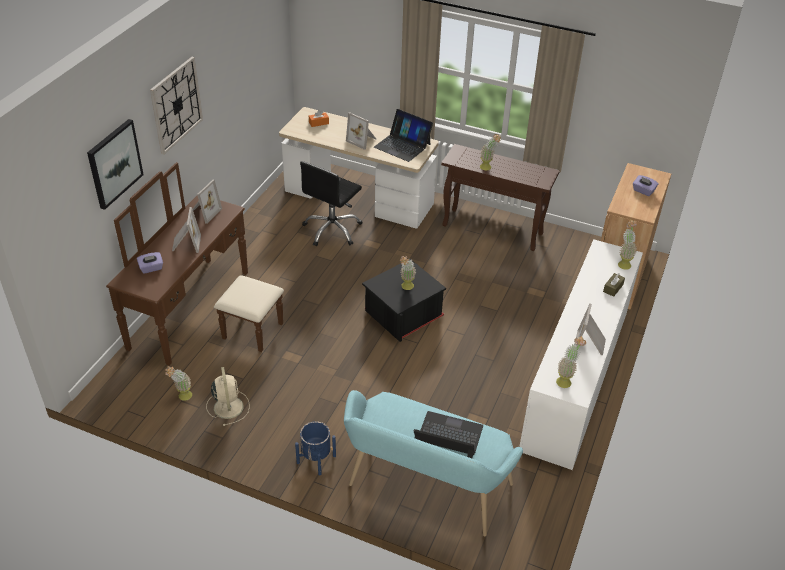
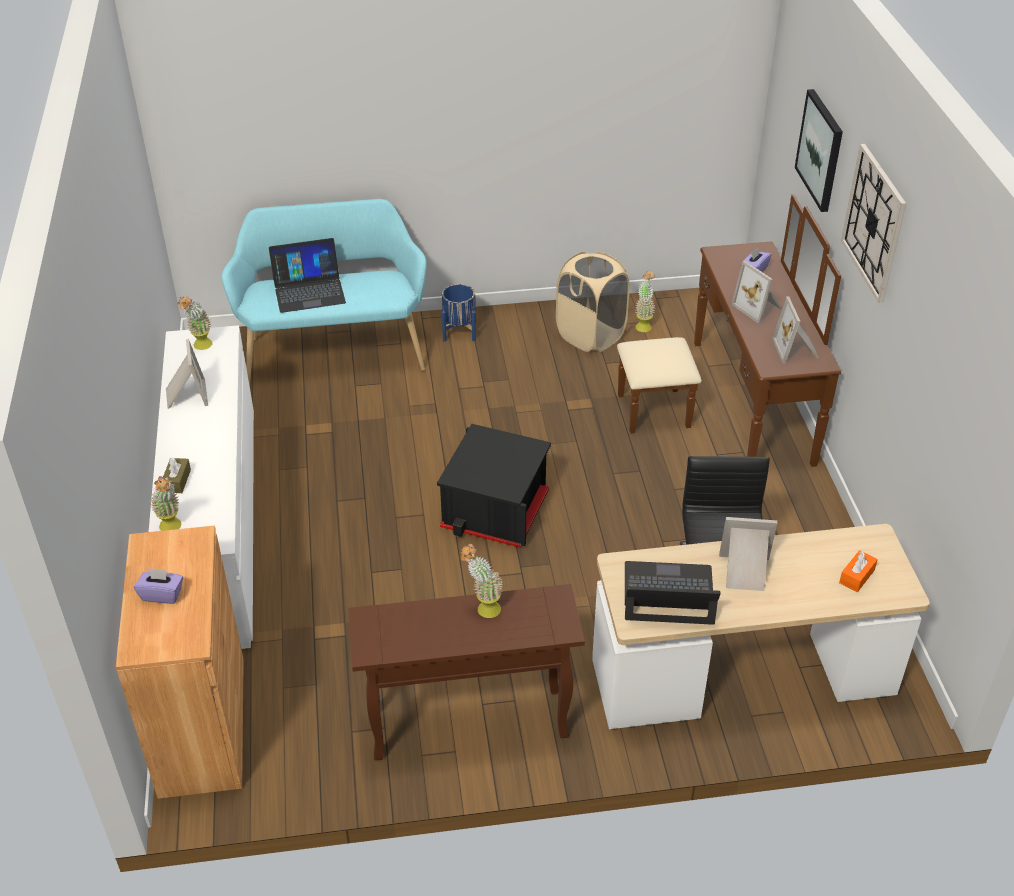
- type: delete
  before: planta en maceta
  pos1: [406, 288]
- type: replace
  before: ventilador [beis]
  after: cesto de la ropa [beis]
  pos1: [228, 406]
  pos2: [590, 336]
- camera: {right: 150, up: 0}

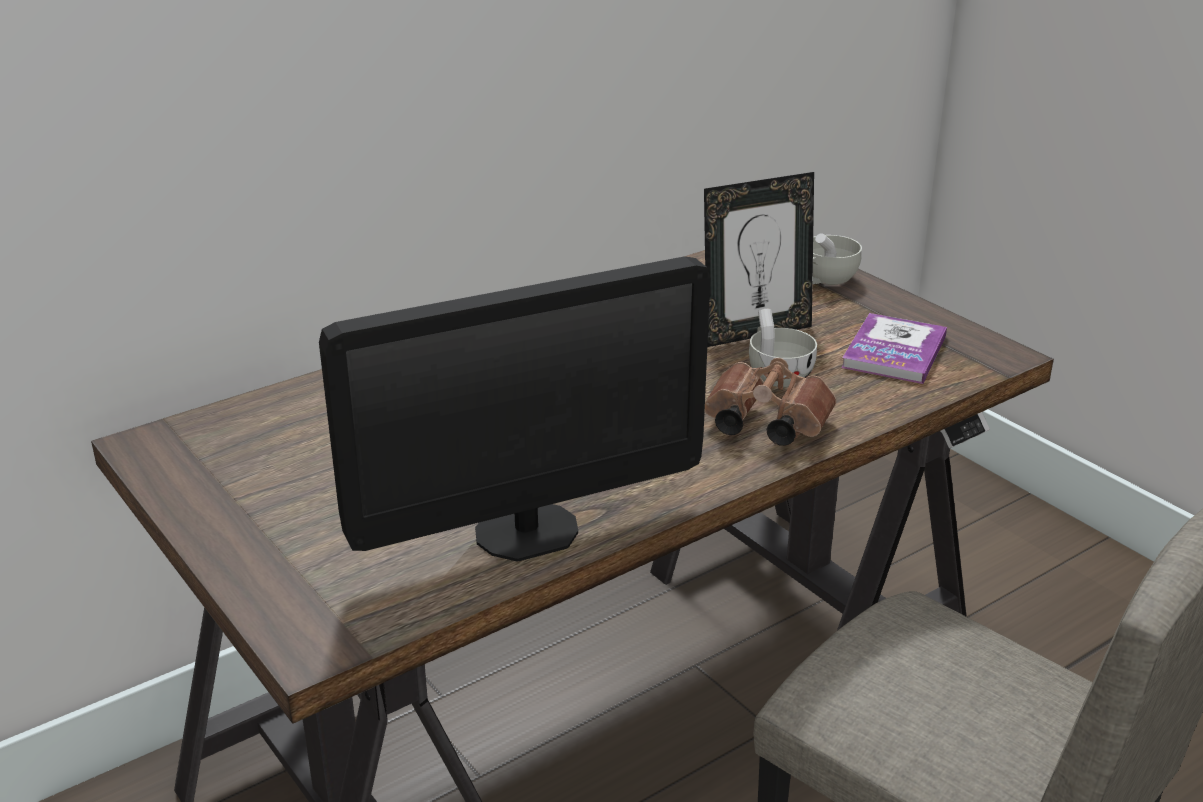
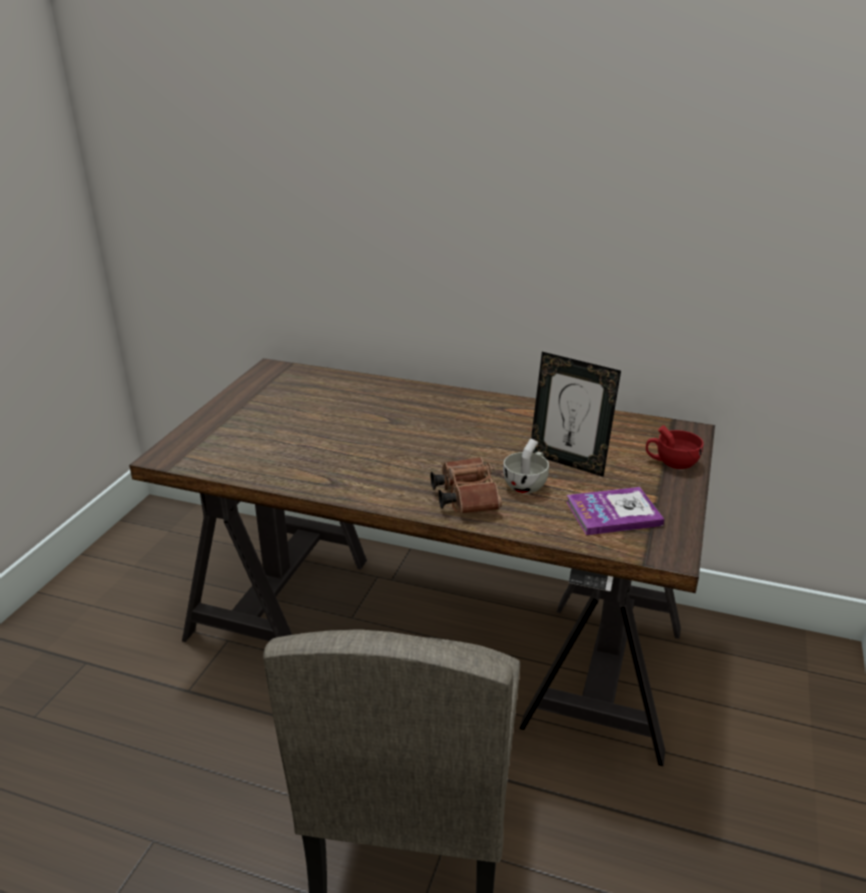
- type: delete
  before: monitor
  pos1: [526, 531]
- type: recolor
  before: taza [blanco]
  after: taza [rojo]
  pos1: [825, 281]
  pos2: [671, 462]
- camera: {right: 55, up: 0}

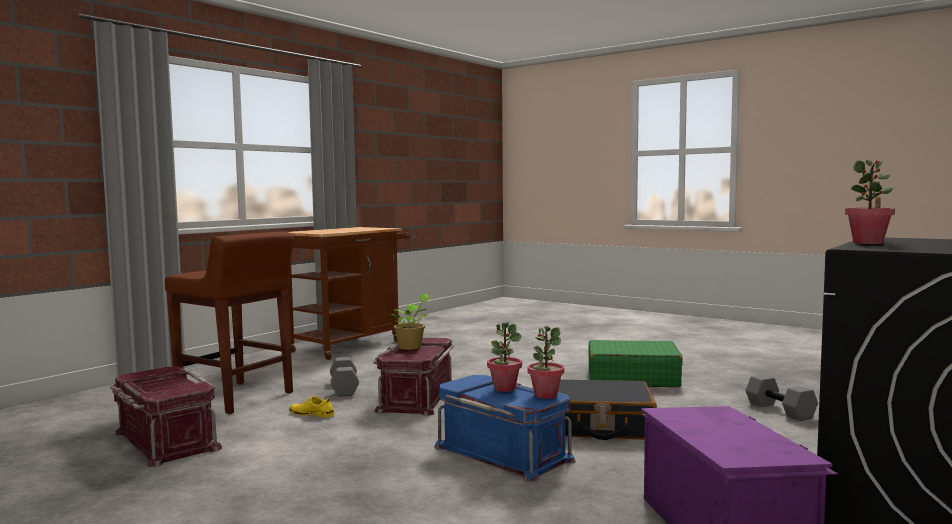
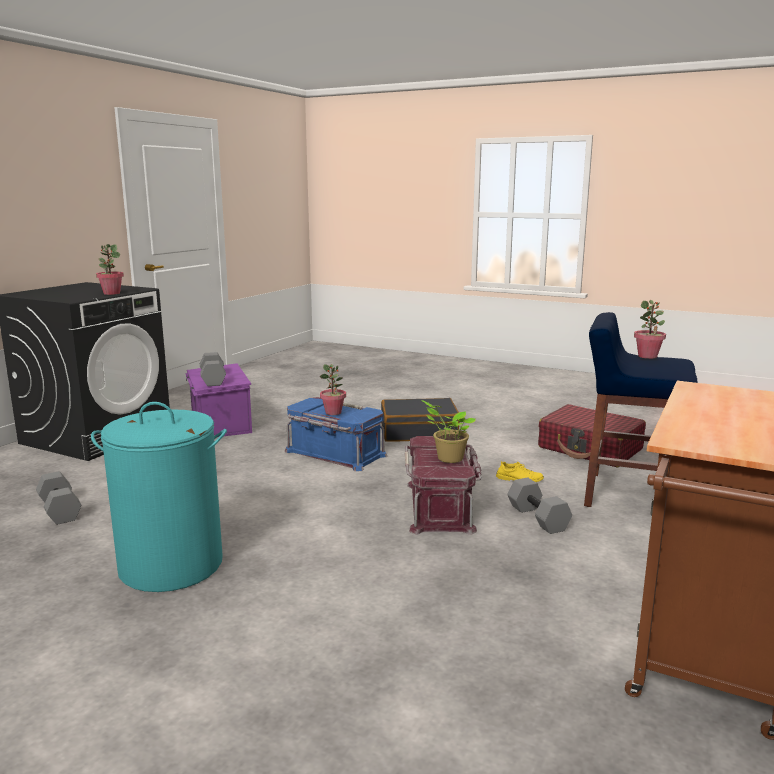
- type: insert
  after: mancuerna [gris]
  pos2: [214, 379]
- type: move
  before: planta en maceta
  pos1: [545, 395]
  pos2: [647, 356]
- type: move
  before: maleta [negro]
  pos1: [600, 426]
  pos2: [419, 431]
- type: replace
  before: caja de almacenaje [rojo]
  after: maleta [rojo]
  pos1: [164, 441]
  pos2: [590, 449]
- type: replace
  before: maleta [verde]
  after: cesto de la ropa [turquesa]
  pos1: [632, 378]
  pos2: [171, 565]
- type: recolor
  before: taburete [marrón]
  after: taburete [azul]
  pos1: [236, 398]
  pos2: [628, 495]
- camera: {right: 170, up: 10}

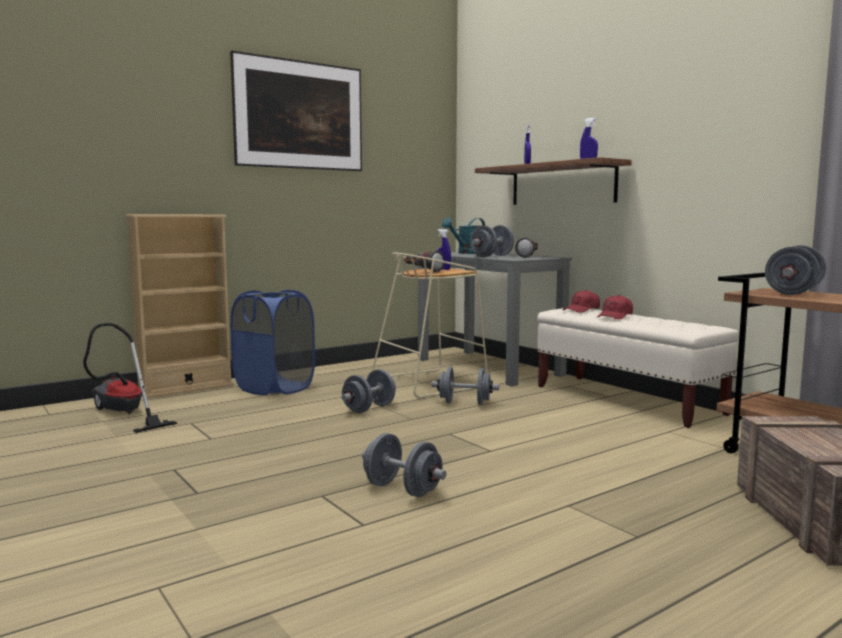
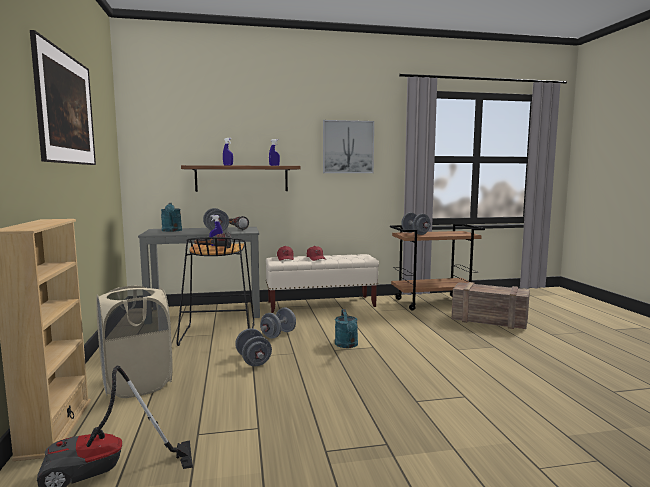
- type: delete
  before: mancuerna [gris]
  pos1: [402, 489]
- type: insert
  after: cuadro
  pos2: [348, 147]
- type: insert
  after: regadera [turquesa]
  pos2: [347, 345]
- type: recolor
  before: cesto de la ropa [azul]
  after: cesto de la ropa [beis]
  pos1: [275, 388]
  pos2: [137, 384]
- type: recolor
  before: taburete [beis]
  after: taburete [negro]
  pos1: [429, 383]
  pos2: [217, 333]
- camera: {right: -65, up: 0}

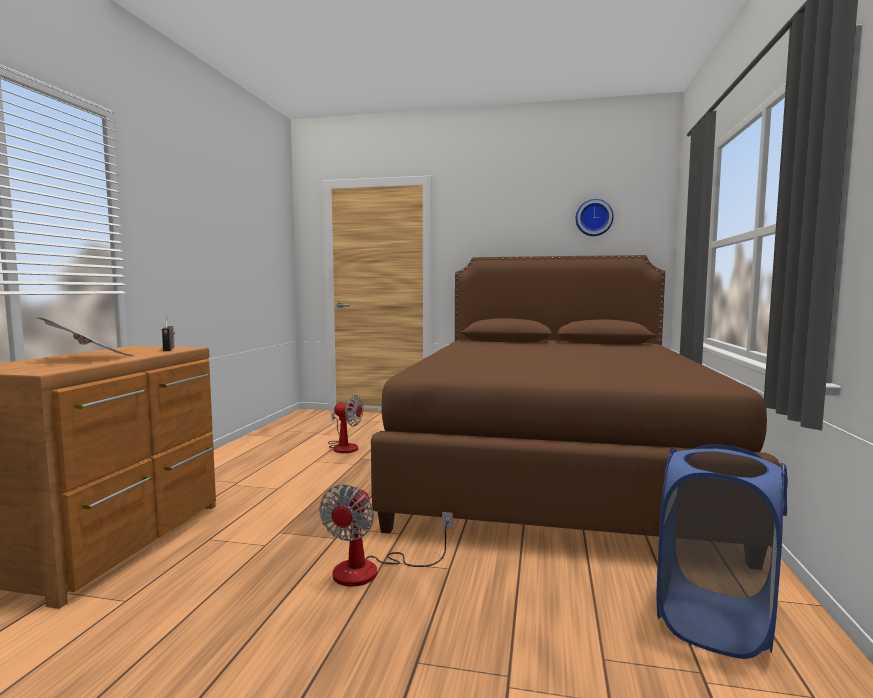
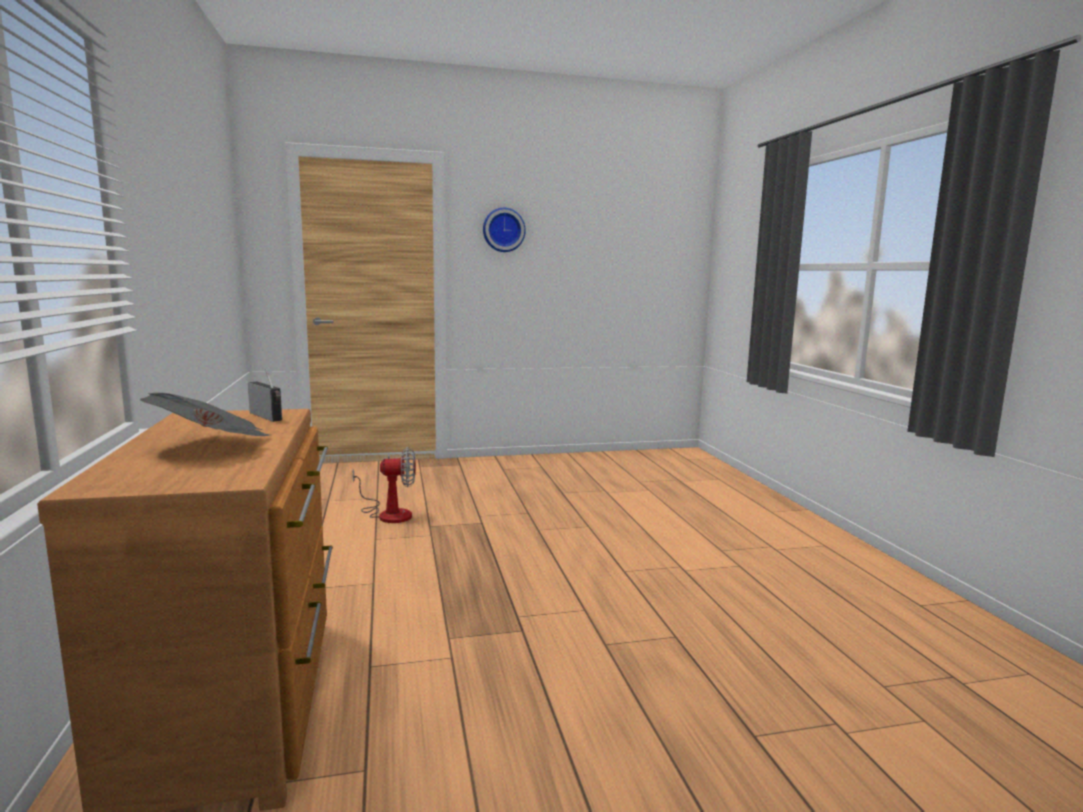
- type: delete
  before: ventilador
  pos1: [372, 570]
- type: delete
  before: cama [marrón]
  pos1: [553, 465]
- type: delete
  before: cesto de la ropa [azul]
  pos1: [714, 621]
- type: move
  before: reloj de pared
  pos1: [594, 218]
  pos2: [503, 230]
- camera: {right: -25, up: 5}

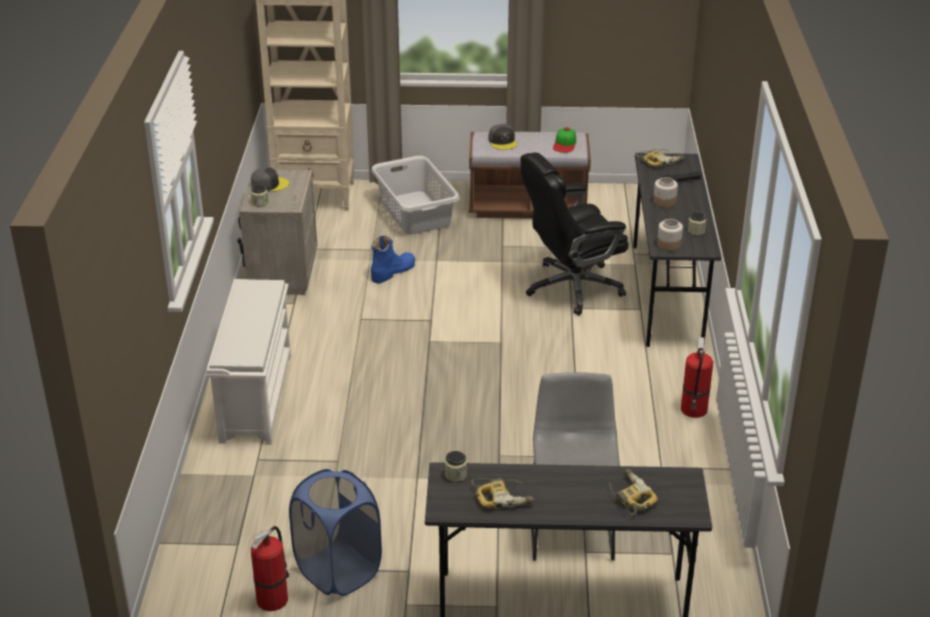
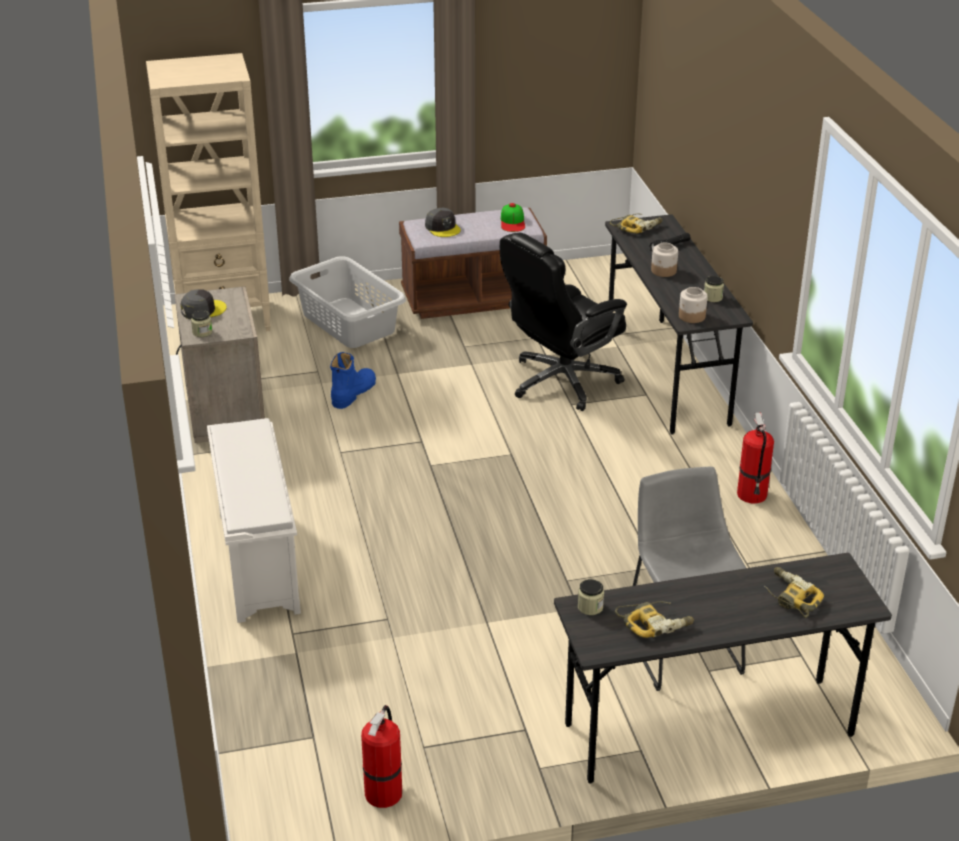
- type: delete
  before: cesto de la ropa [azul]
  pos1: [338, 571]
- camera: {right: -15, up: 0}

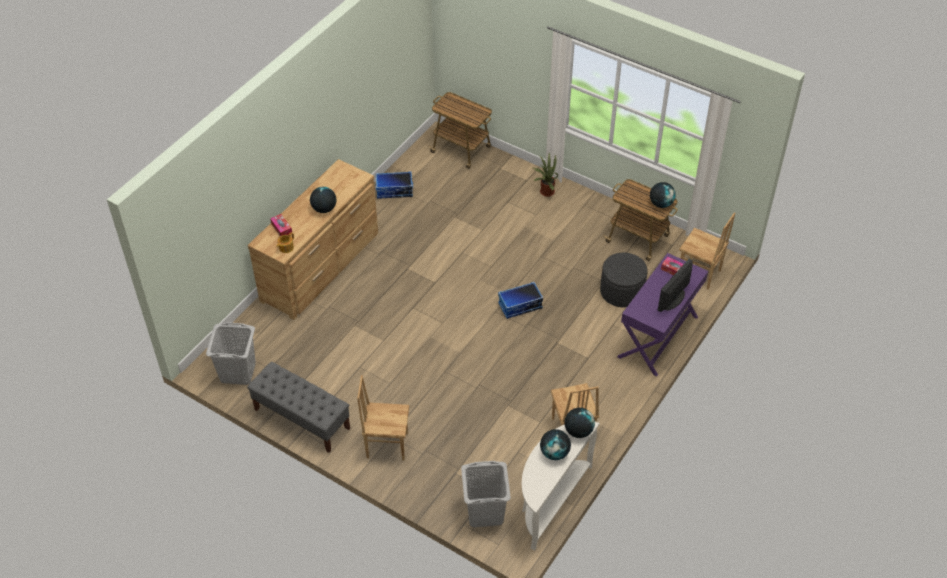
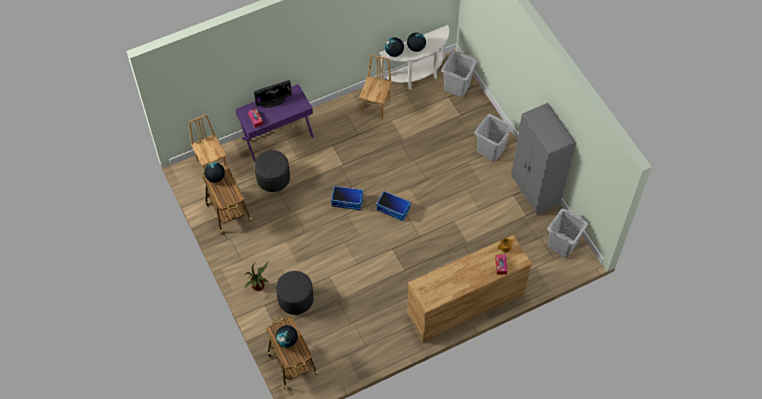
- type: insert
  after: puf [gris]
  pos2: [295, 299]
- type: move
  before: globo terráqueo
  pos1: [324, 209]
  pos2: [287, 340]
- type: move
  before: caja de almacenaje
  pos1: [394, 191]
  pos2: [393, 209]
- type: replace
  before: banco [gris]
  after: armario ropero [gris]
  pos1: [301, 419]
  pos2: [535, 191]
- type: replace
  before: silla [marrón]
  after: cesto de la ropa [gris]
  pos1: [387, 444]
  pos2: [490, 150]
- camera: {right: -150, up: 10}

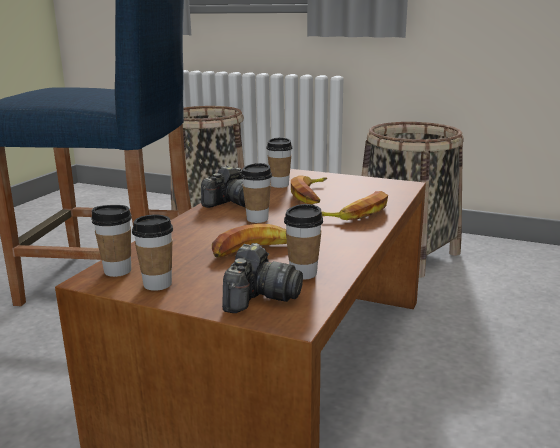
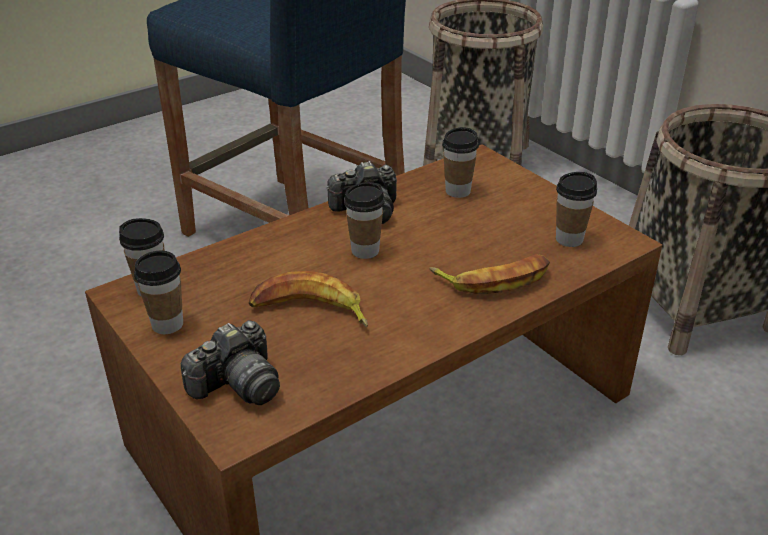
- type: delete
  before: plátano
  pos1: [311, 195]
- type: move
  before: taza
  pos1: [303, 273]
  pos2: [569, 239]
- camera: {right: 30, up: 15}

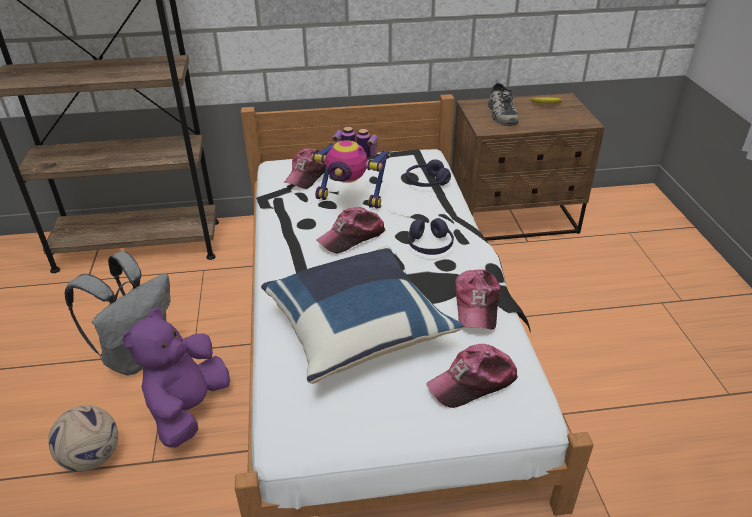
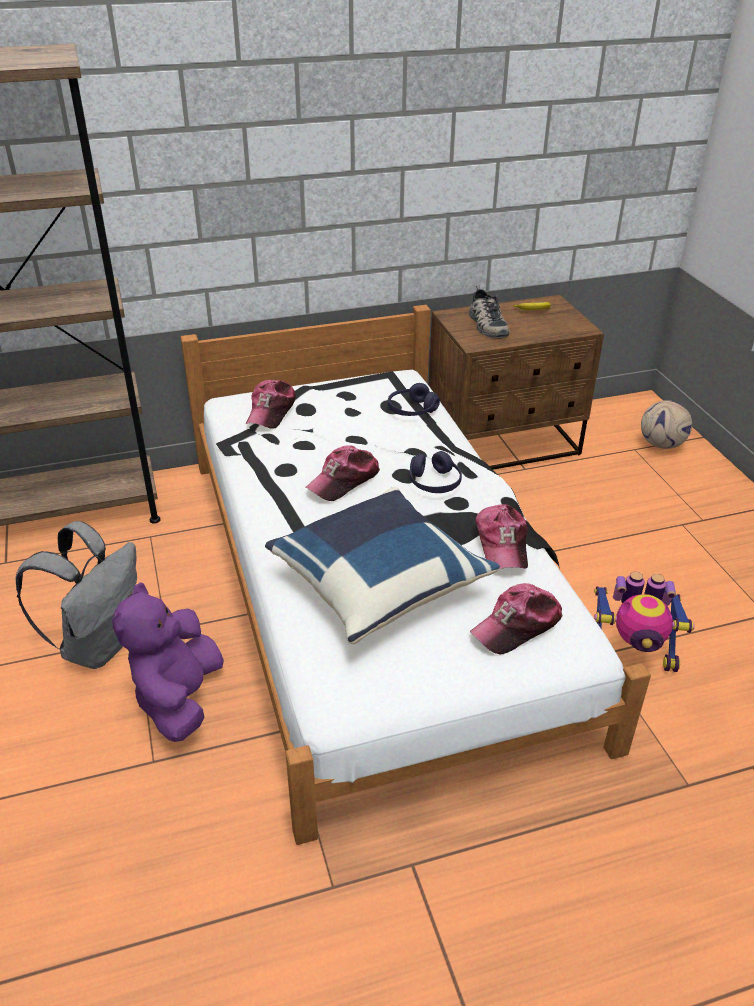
- type: move
  before: balón de fútbol
  pos1: [92, 458]
  pos2: [662, 445]
- type: move
  before: robot de juguete
  pos1: [351, 198]
  pos2: [632, 656]
- camera: {right: -10, up: 0}

